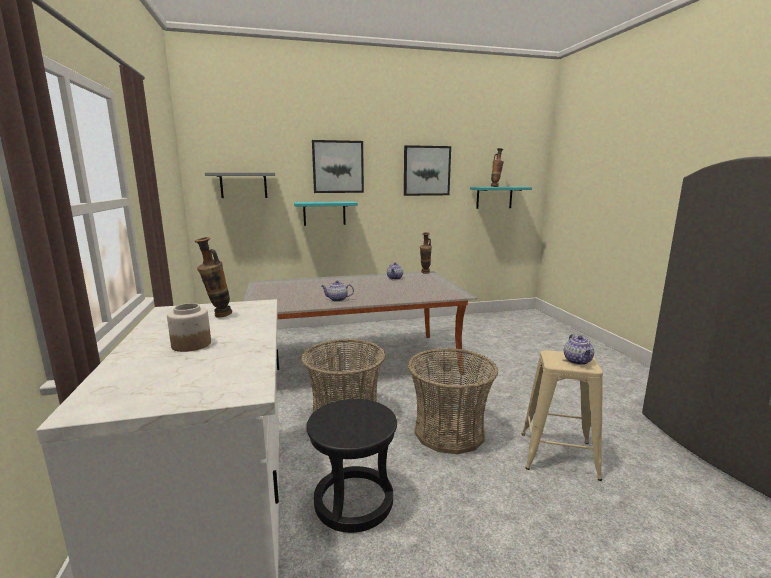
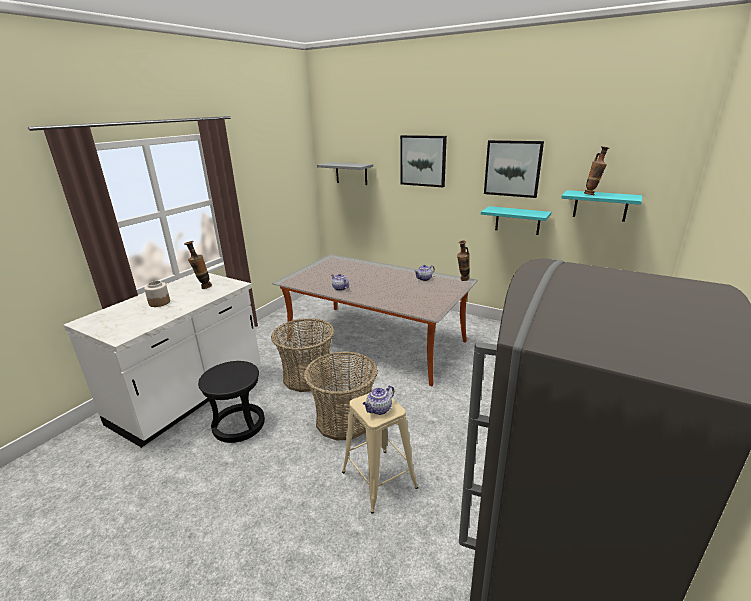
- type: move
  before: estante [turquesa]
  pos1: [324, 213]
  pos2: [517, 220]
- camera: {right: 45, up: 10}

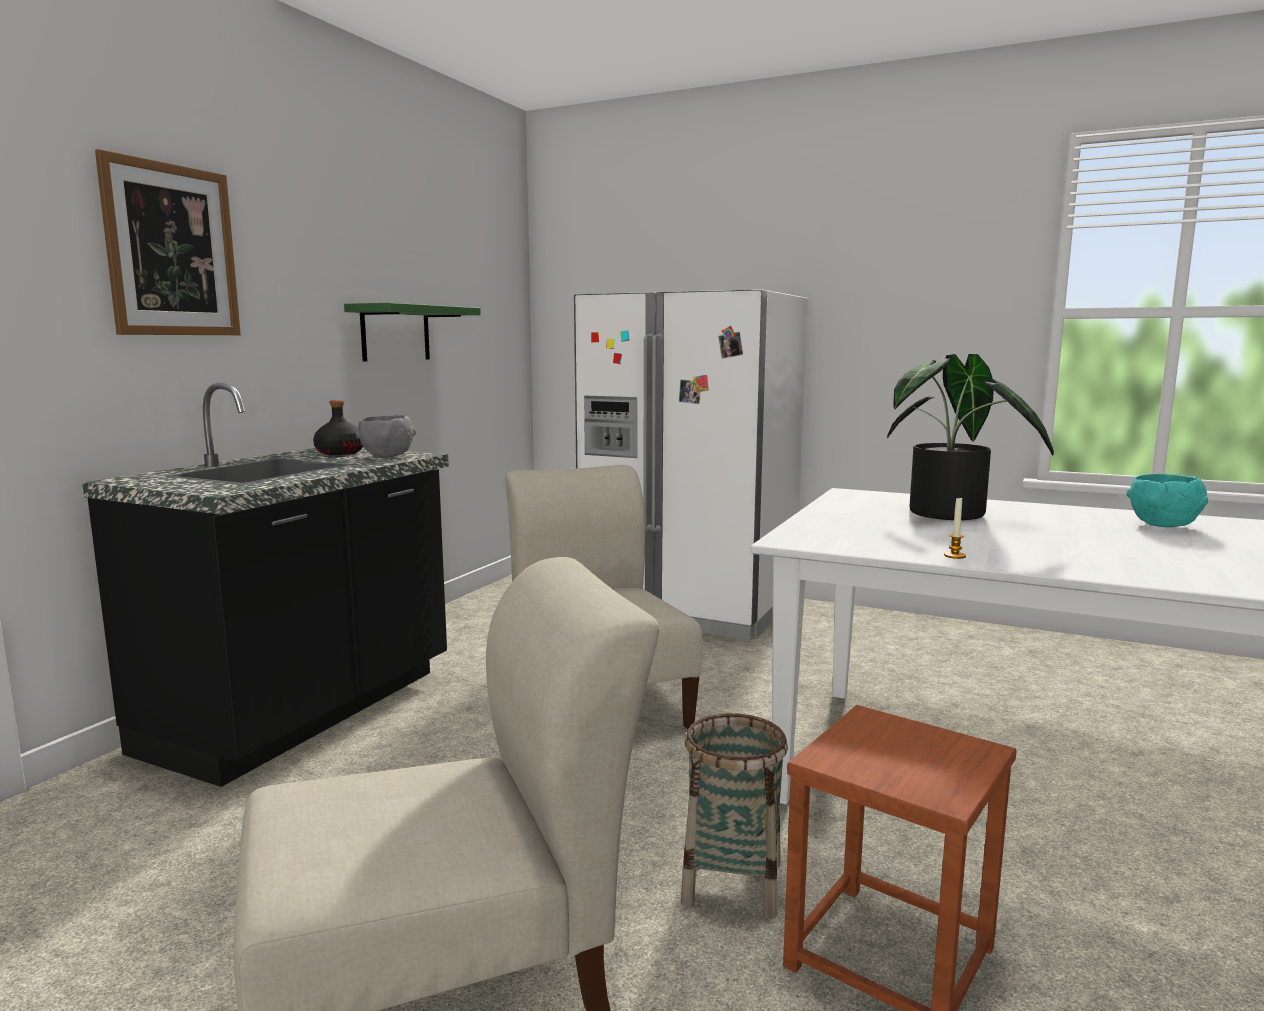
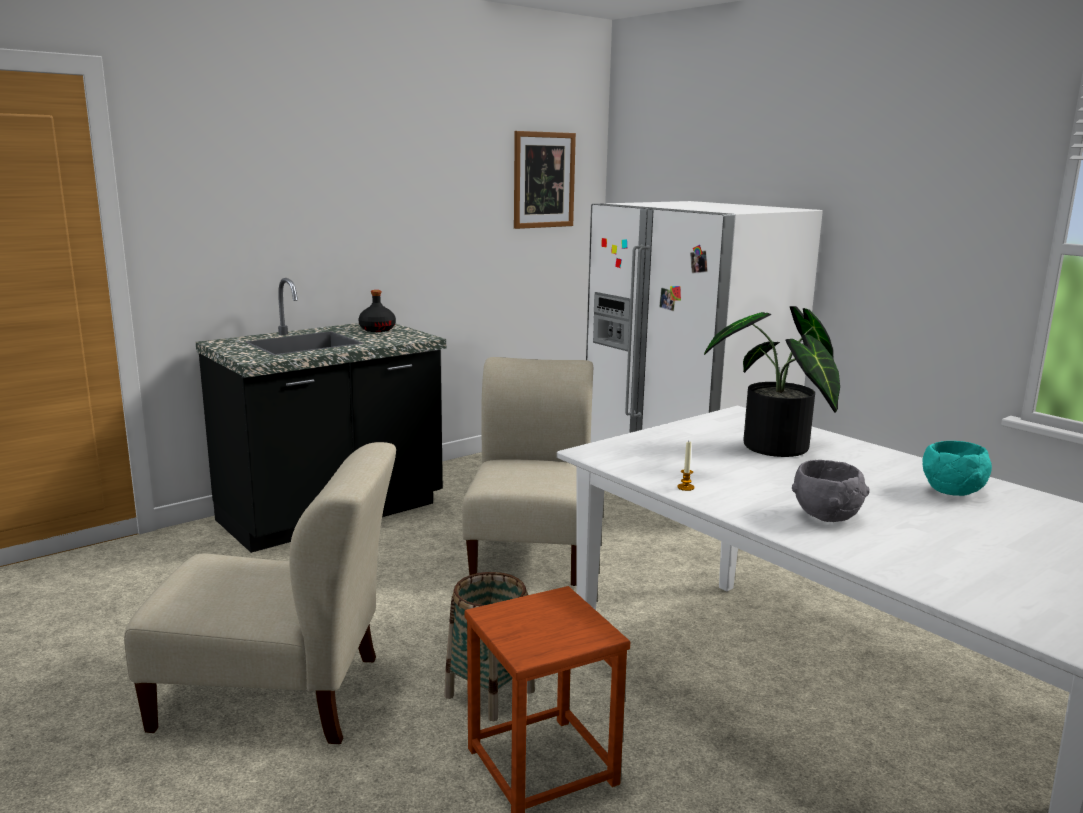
- type: delete
  before: estante [verde]
  pos1: [395, 333]
- type: move
  before: cuadro
  pos1: [172, 250]
  pos2: [543, 180]
- type: move
  before: cuenco [gris]
  pos1: [387, 456]
  pos2: [825, 516]
- camera: {right: 25, up: 5}

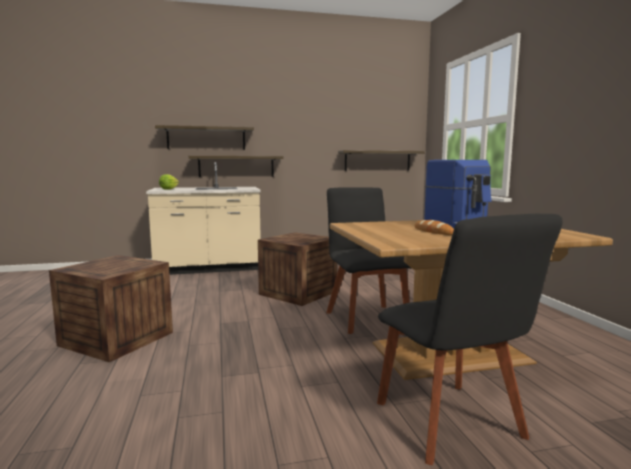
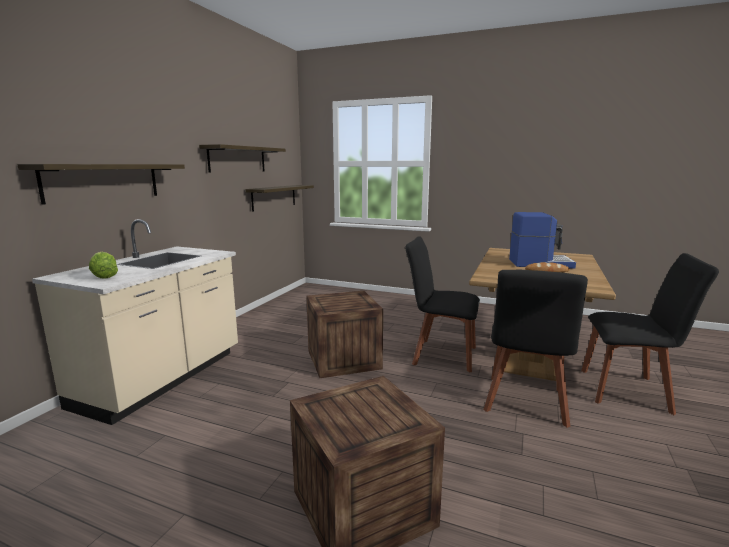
- type: insert
  after: silla [negro]
  pos2: [525, 403]
- type: move
  before: estante
  pos1: [236, 166]
  pos2: [237, 159]
- camera: {right: -55, up: 5}

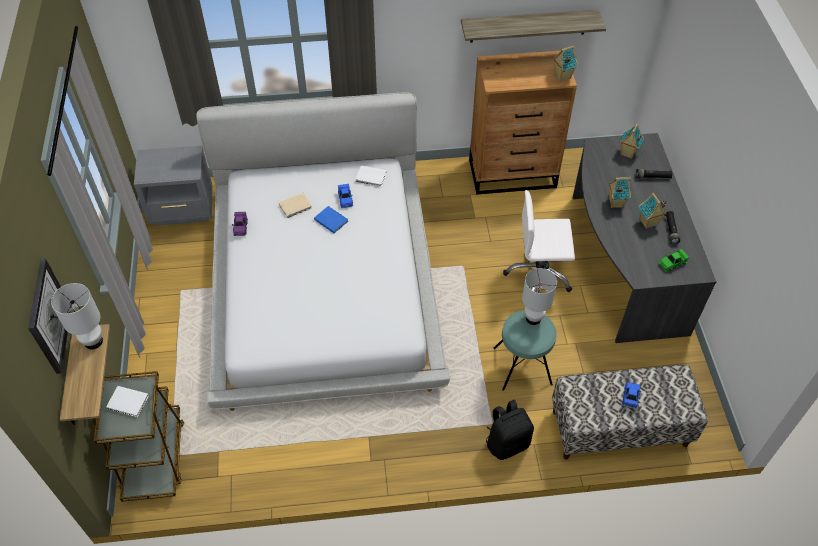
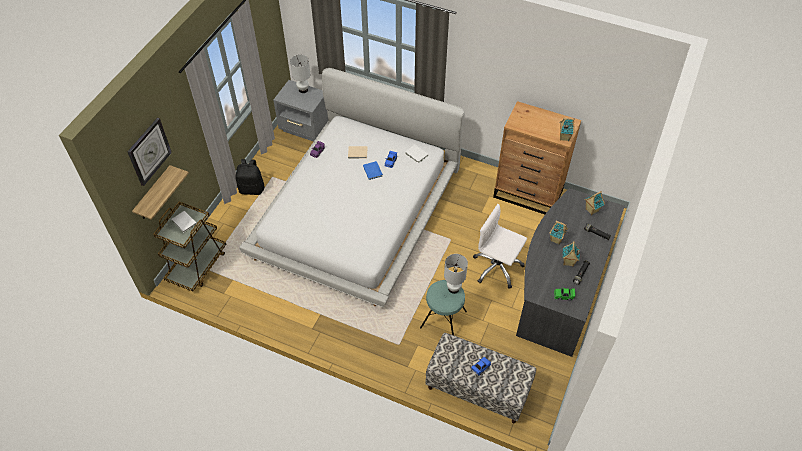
- type: delete
  before: estante
  pos1: [528, 26]
- type: move
  before: lámpara de mesa [blanco]
  pos1: [93, 342]
  pos2: [303, 90]
- type: move
  before: mochila [negro]
  pos1: [507, 443]
  pos2: [252, 189]
- camera: {right: 30, up: 0}

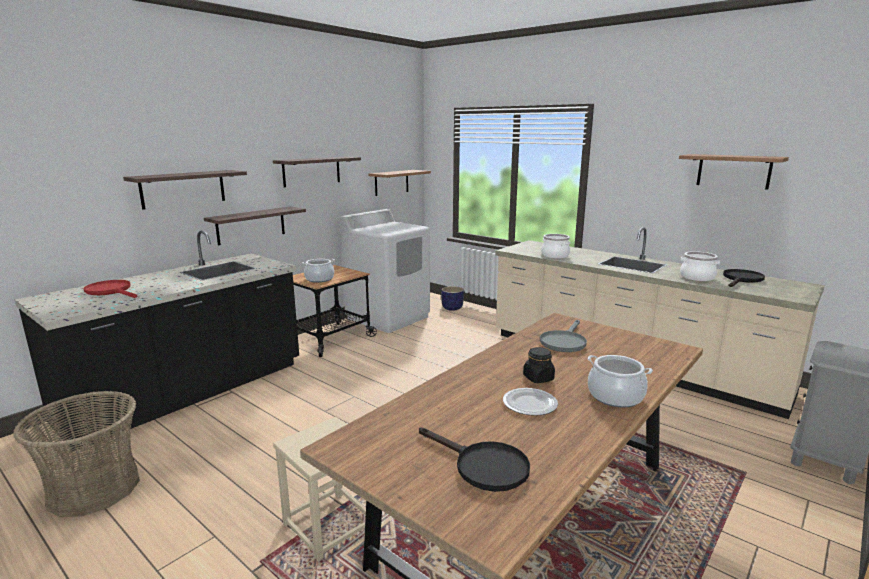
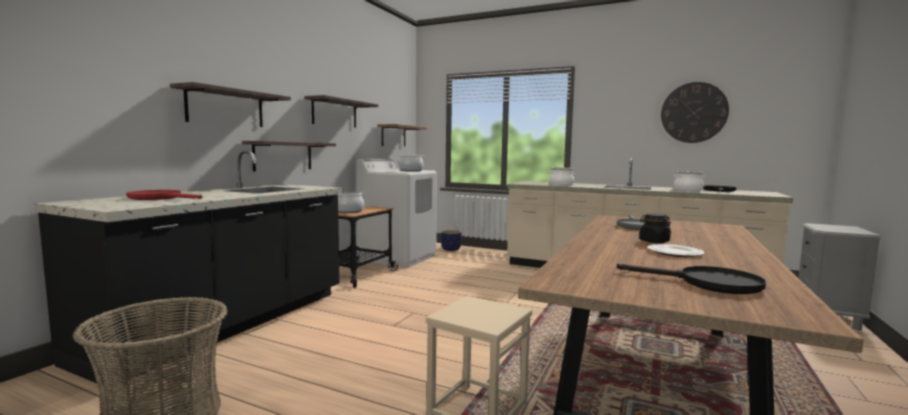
- type: move
  before: olla
  pos1: [615, 396]
  pos2: [410, 171]
- type: replace
  before: estante
  after: reloj de pared
  pos1: [733, 171]
  pos2: [693, 112]
- camera: {right: -15, up: -10}

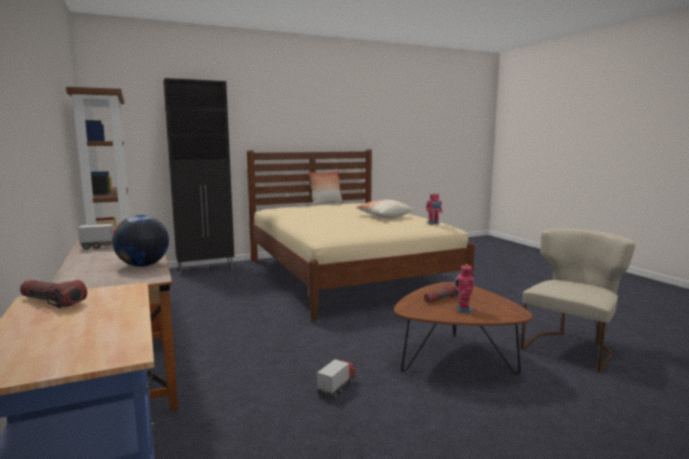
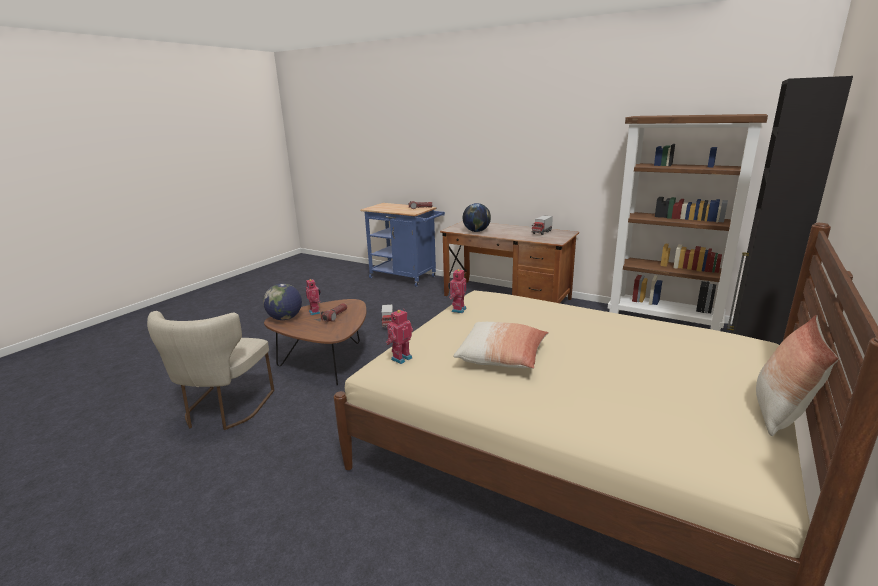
- type: insert
  after: globo terráqueo
  pos2: [285, 318]
- type: insert
  after: robot de juguete
  pos2: [457, 310]
- camera: {right: 145, up: 10}

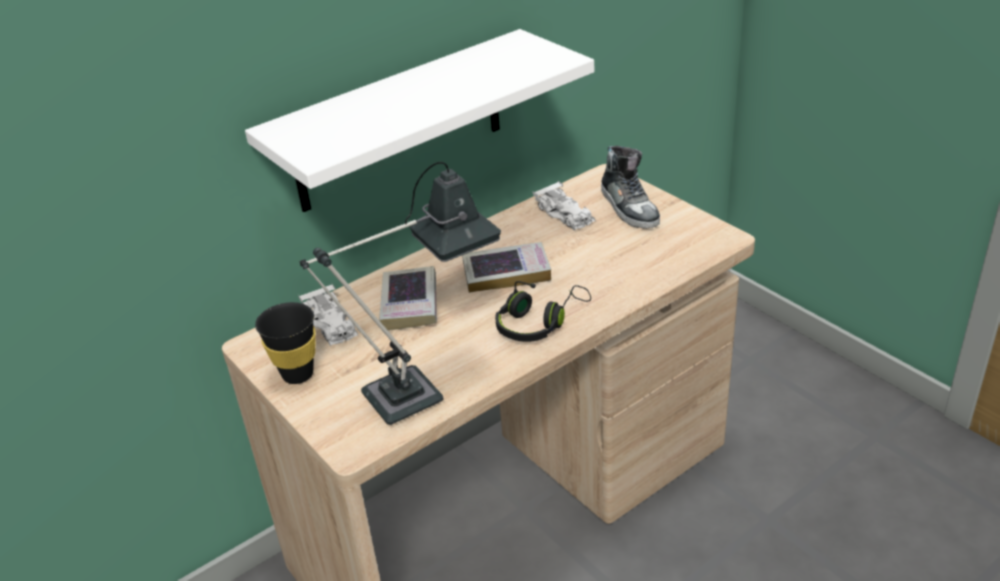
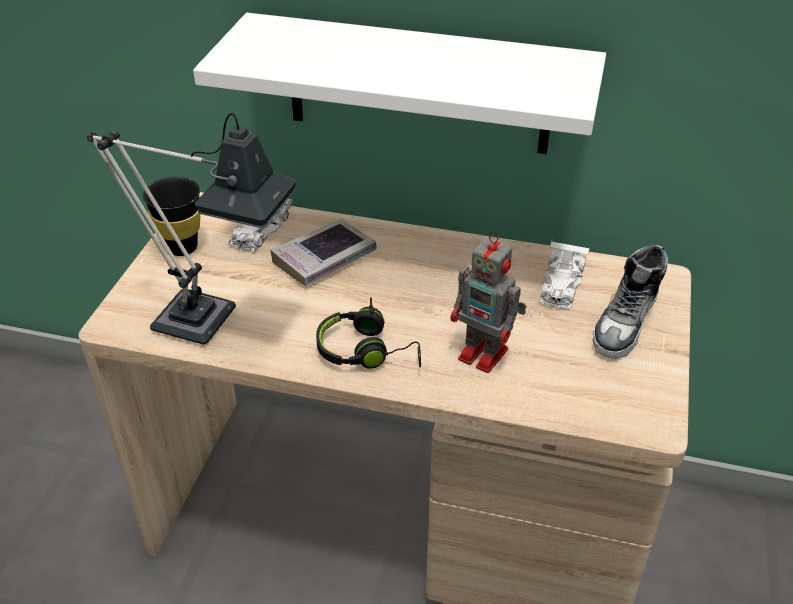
- type: delete
  before: libro
  pos1: [506, 272]
- type: insert
  after: robot de juguete
  pos2: [485, 355]
- camera: {right: 50, up: 5}

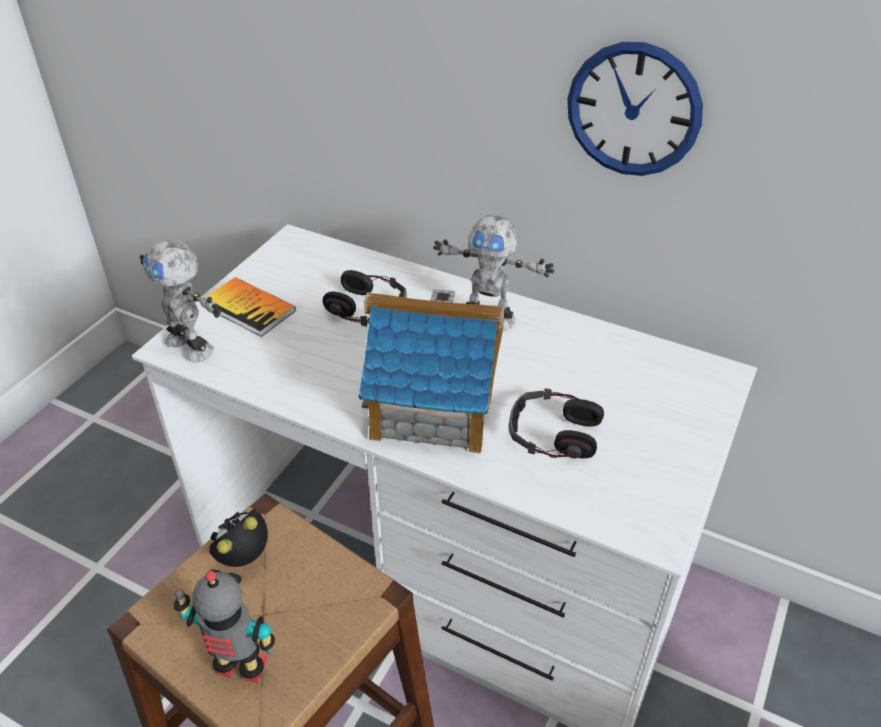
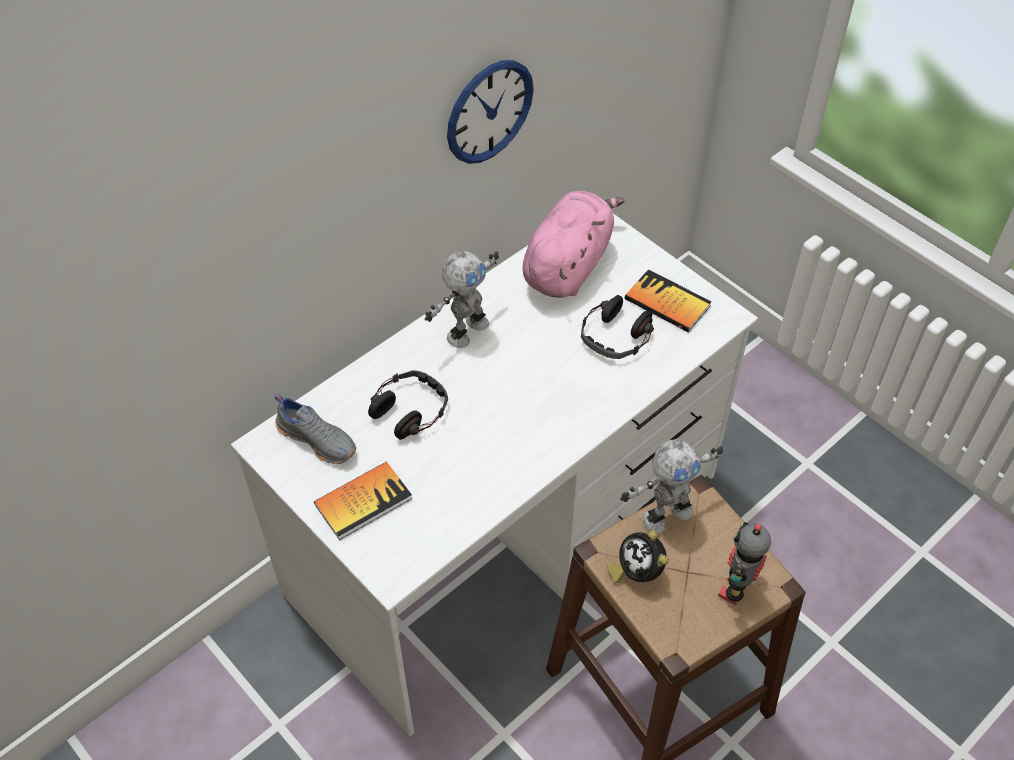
- type: delete
  before: casita
  pos1: [435, 406]
- type: insert
  after: zapato [gris]
  pos2: [318, 439]
- type: insert
  after: peluche [rosa]
  pos2: [568, 265]
- type: insert
  after: libro
  pos2: [667, 303]
- type: move
  before: robot de juguete
  pos1: [192, 345]
  pos2: [666, 514]
- camera: {right: -70, up: 10}

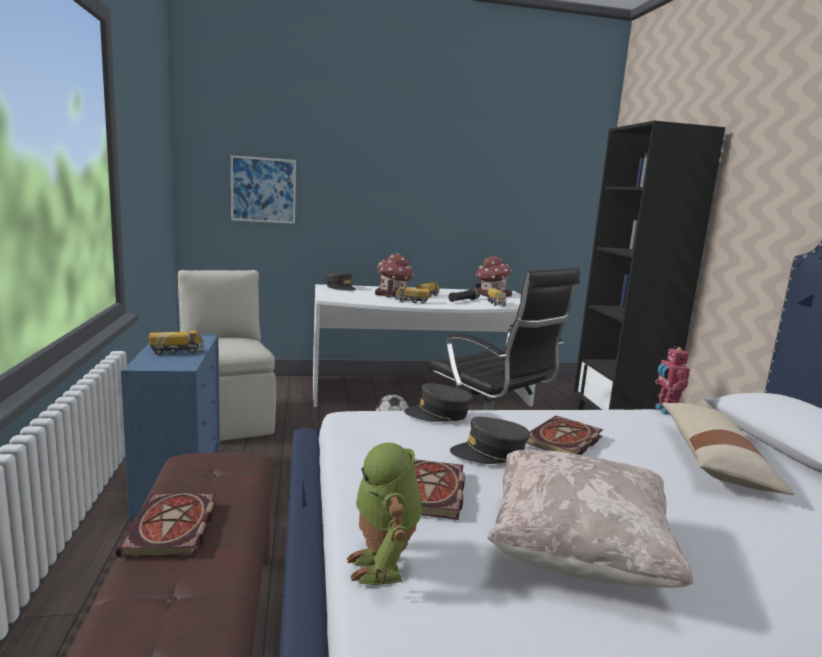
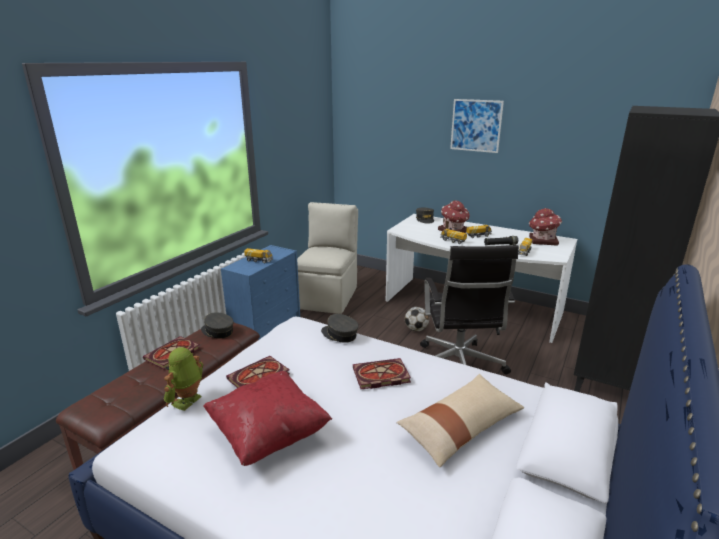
- type: delete
  before: robot de juguete
  pos1: [666, 410]
- type: move
  before: cuadro
  pos1: [263, 190]
  pos2: [476, 125]
- type: move
  before: gorra [gris]
  pos1: [489, 453]
  pos2: [217, 331]
- type: recolor
  before: cojín [beis]
  after: cojín [rojo]
  pos1: [577, 553]
  pos2: [269, 435]
- camera: {right: 40, up: 10}

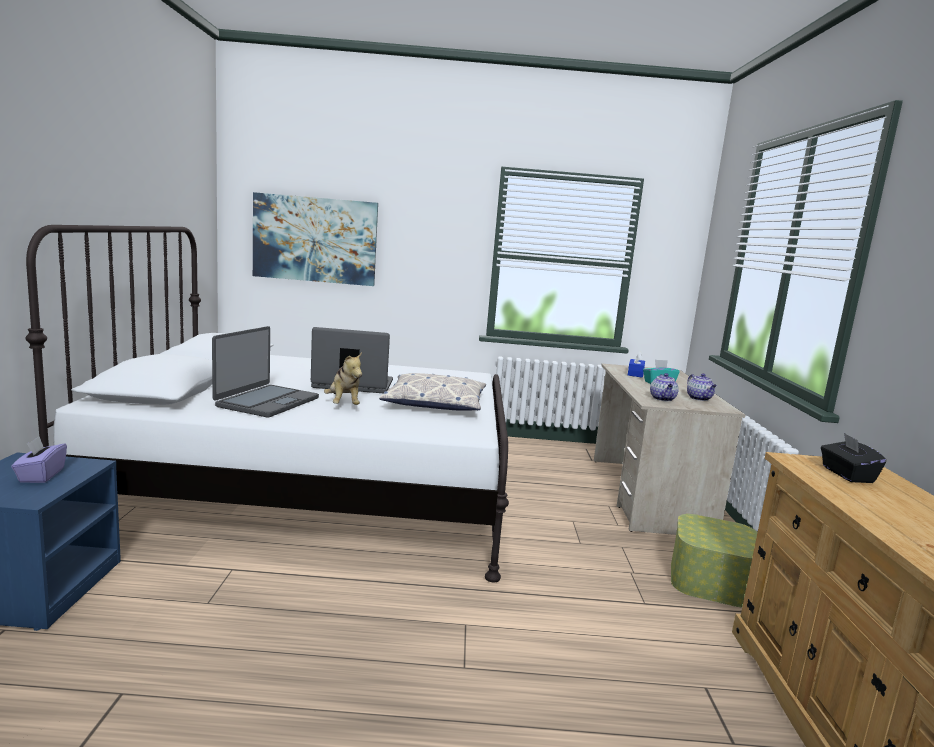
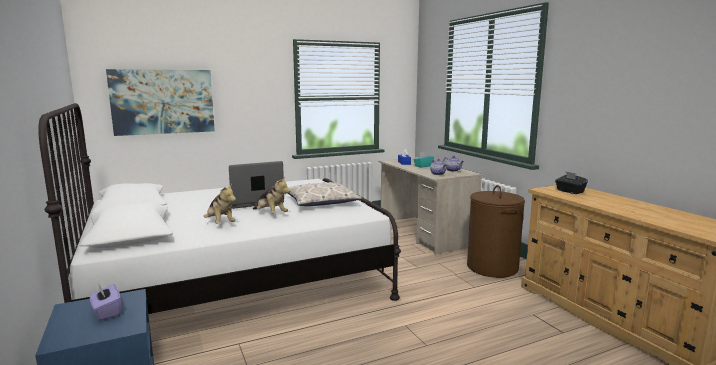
- type: replace
  before: portátil
  after: peluche
  pos1: [267, 402]
  pos2: [220, 223]
- type: replace
  before: caja de almacenaje
  after: cesto de la ropa [marrón]
  pos1: [710, 581]
  pos2: [491, 267]
- camera: {right: -25, up: 0}

